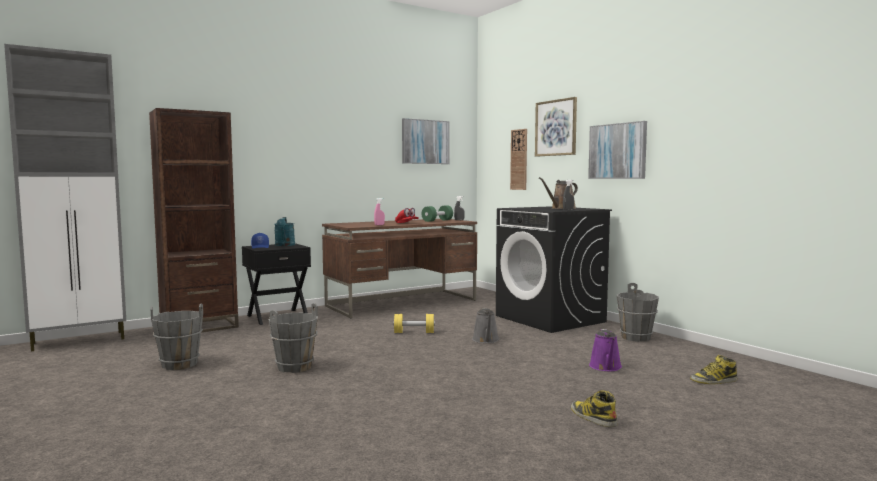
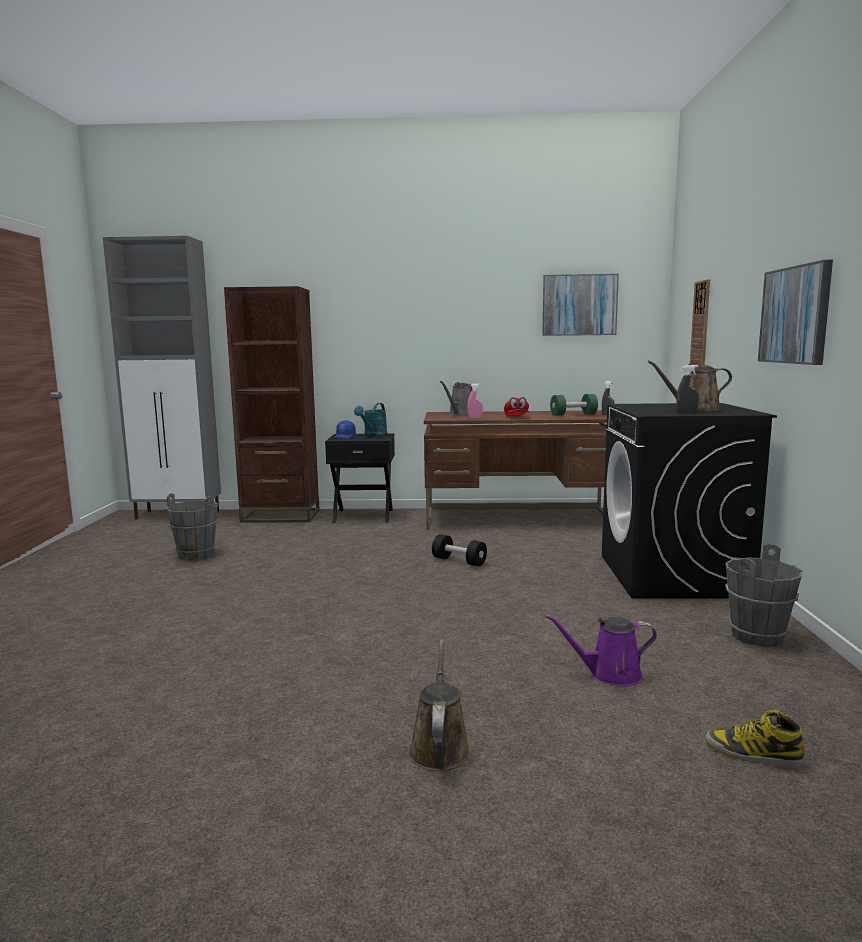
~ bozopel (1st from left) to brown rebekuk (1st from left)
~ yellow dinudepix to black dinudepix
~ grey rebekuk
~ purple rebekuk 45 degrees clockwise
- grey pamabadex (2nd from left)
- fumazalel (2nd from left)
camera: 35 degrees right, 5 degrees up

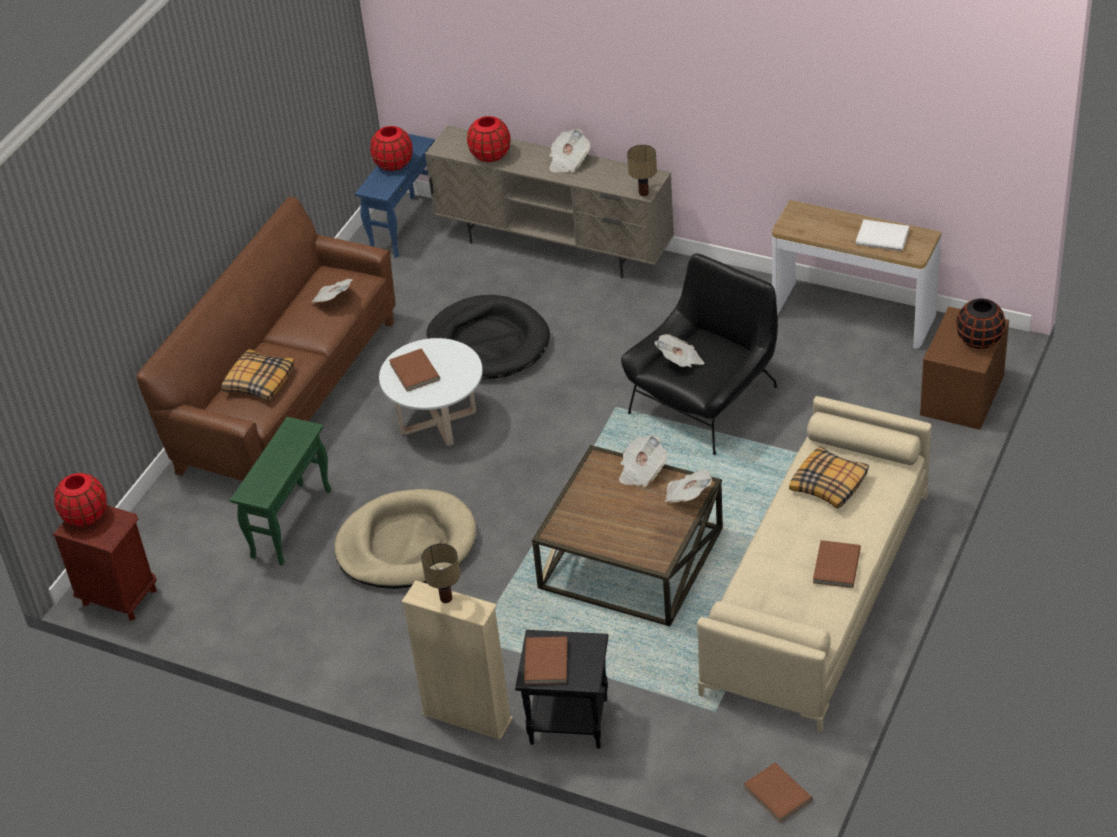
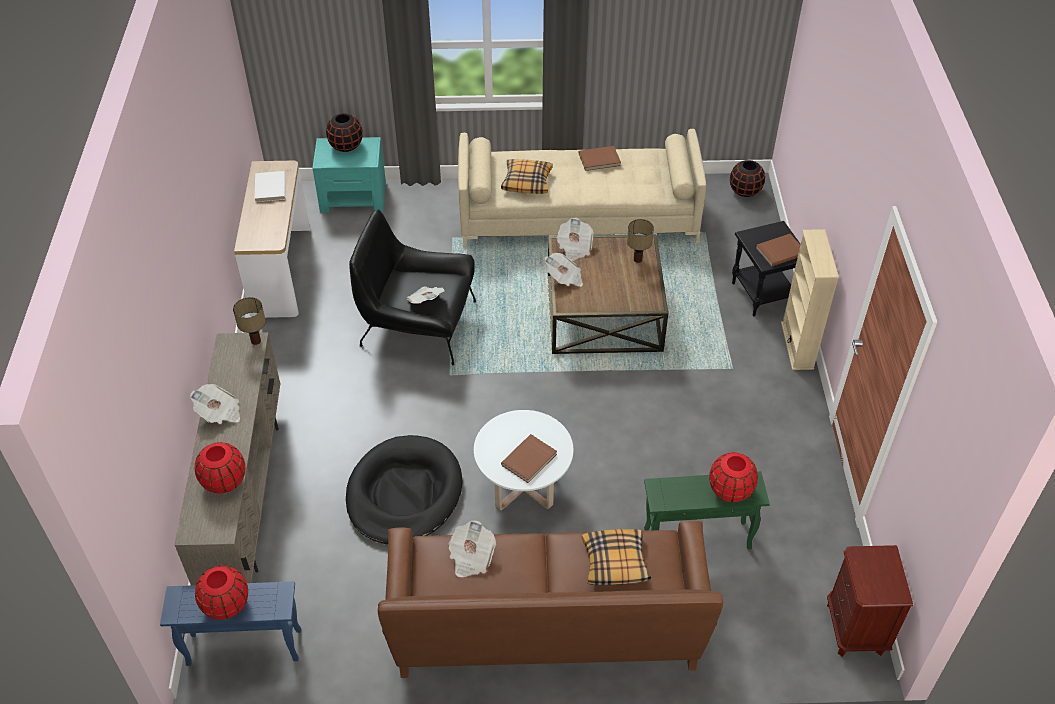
~ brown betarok (2nd from left) to turquoise betarok
~ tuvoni (1st from left in the first image) to tuvoni (2nd from left)
~ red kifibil (1st from left in the first image) to red kifibil (3rd from left)
~ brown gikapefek (3rd from left) to black kifibil (2nd from left)
- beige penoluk
camera: 120 degrees left, 5 degrees up

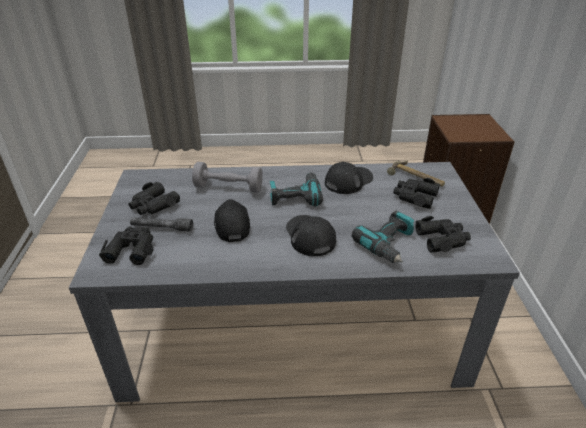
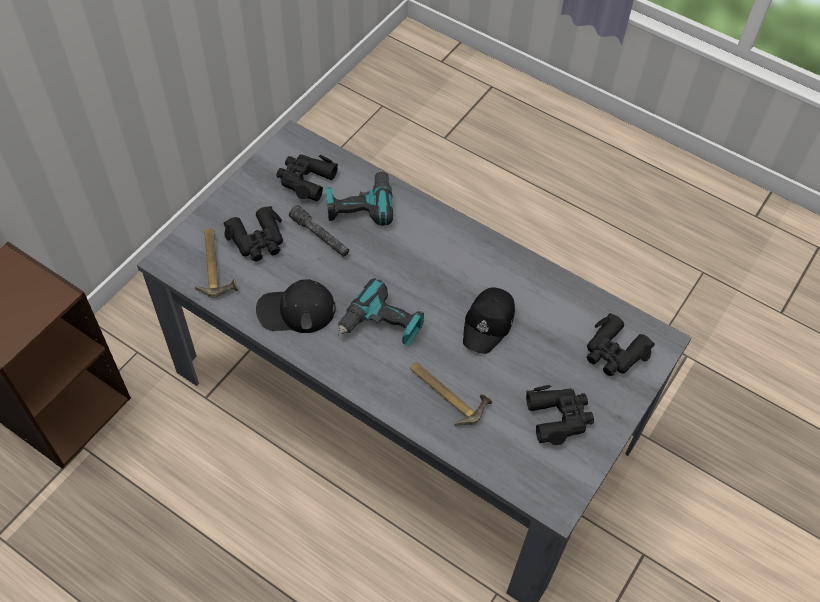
~ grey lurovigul
~ grey dinudepix to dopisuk (2nd from left)
- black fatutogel (2nd from left)
camera: 145 degrees left, 20 degrees up

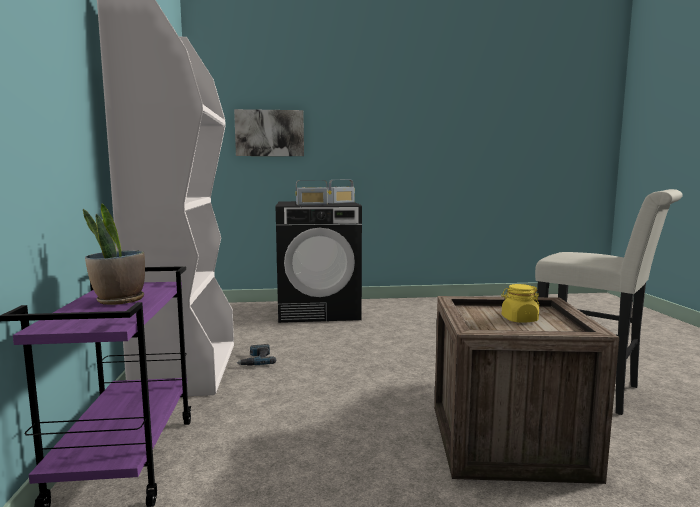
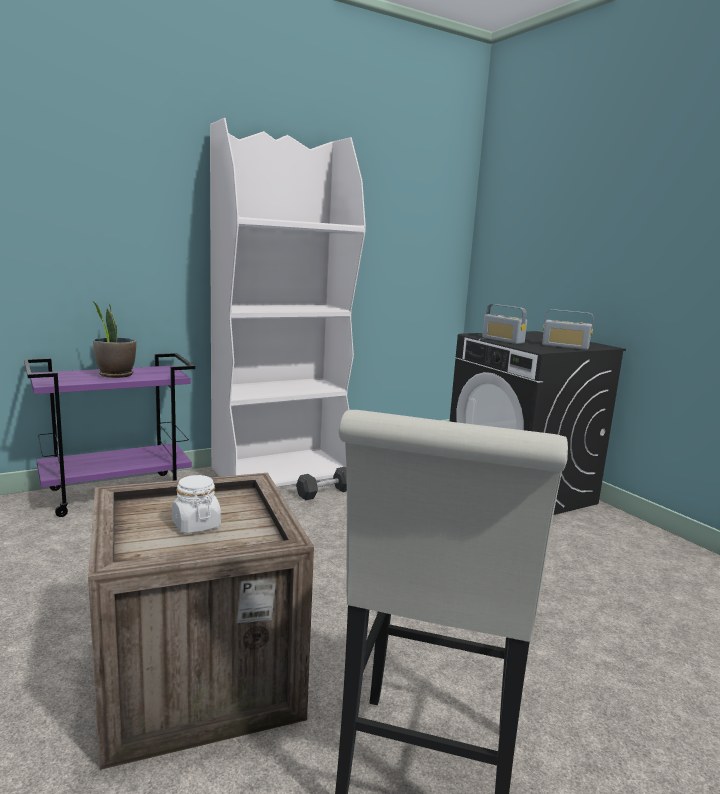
~ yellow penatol to white penatol
~ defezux to grey dinudepix
- fumazalel
camera: 65 degrees right, 5 degrees up

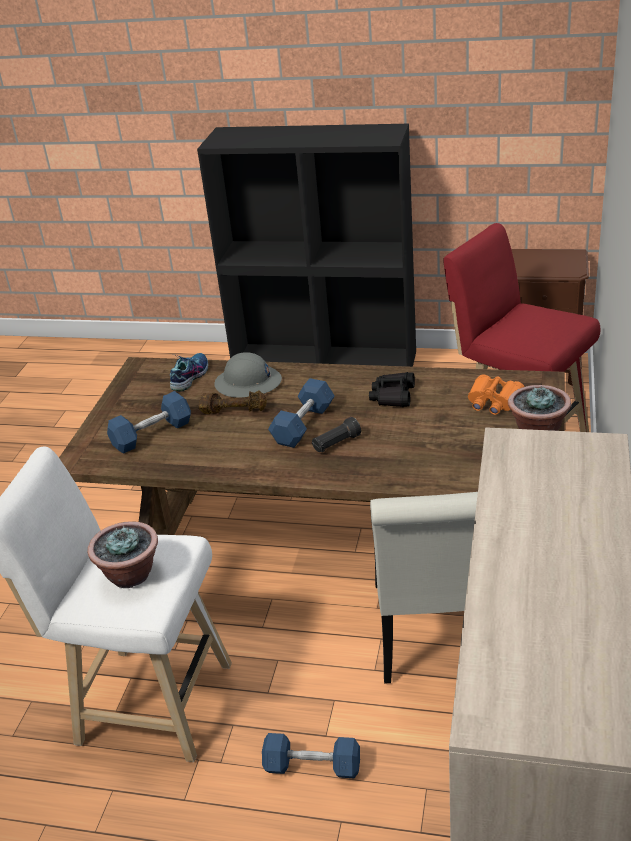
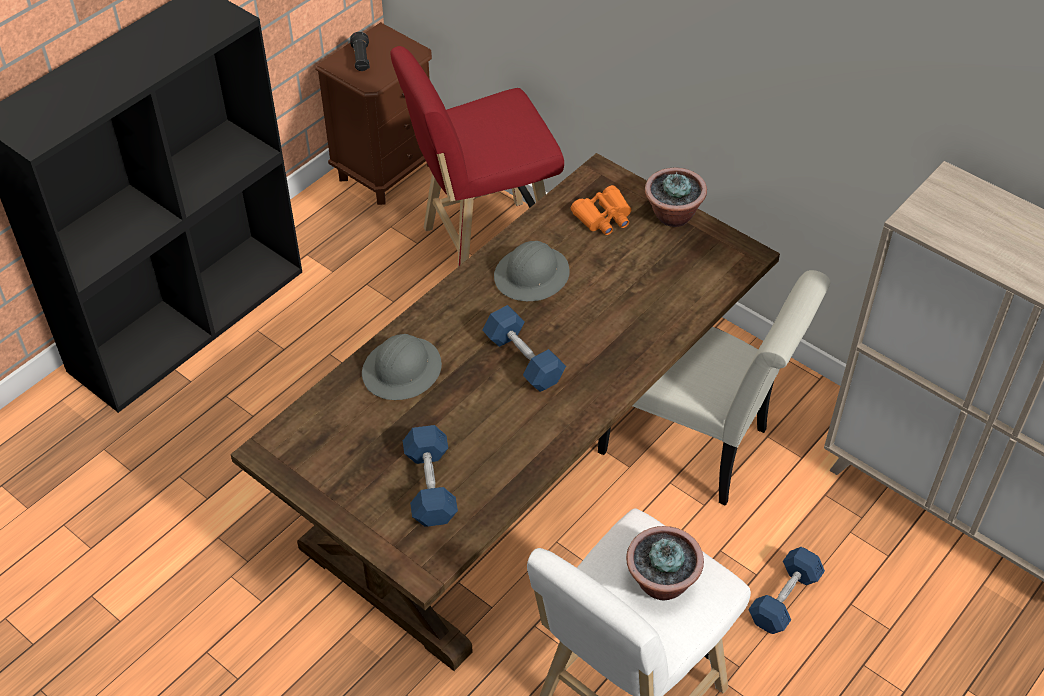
~ black lurovigul
~ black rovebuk to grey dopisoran (2nd from left)
- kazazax
- brown dinudepix
camera: 65 degrees left, 15 degrees up

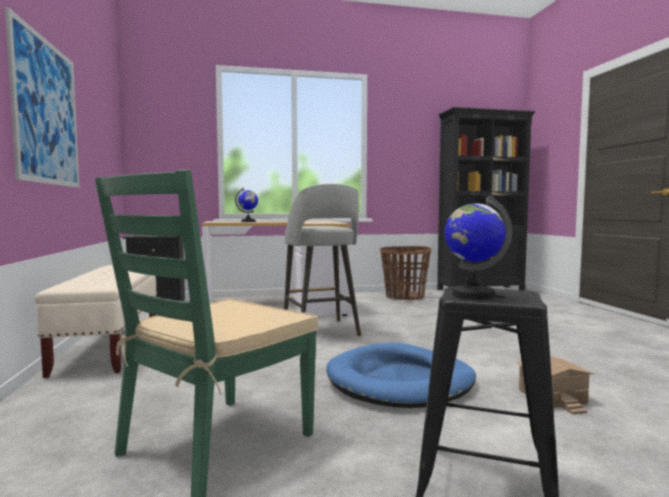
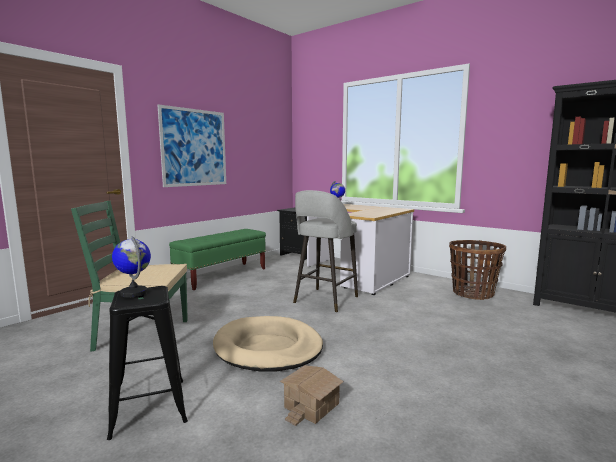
~ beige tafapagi to green tafapagi
~ blue penoluk to beige penoluk
camera: 50 degrees right, 5 degrees up

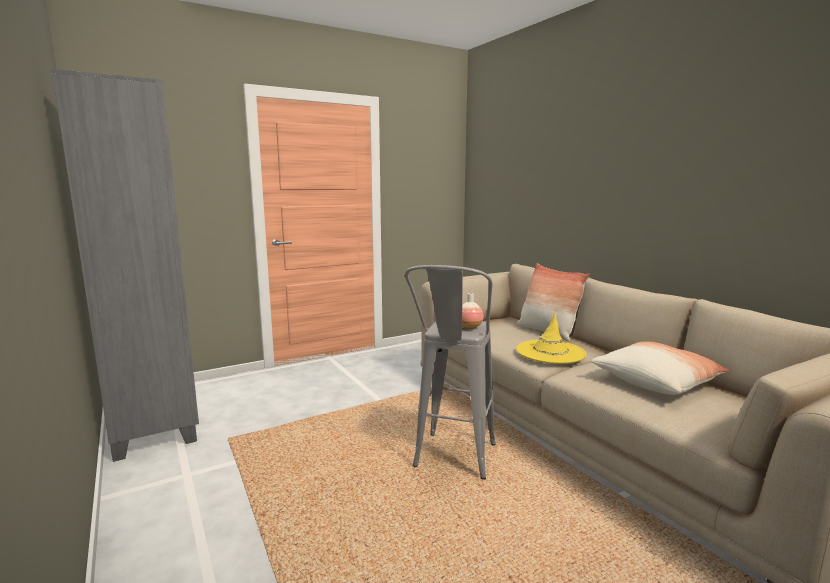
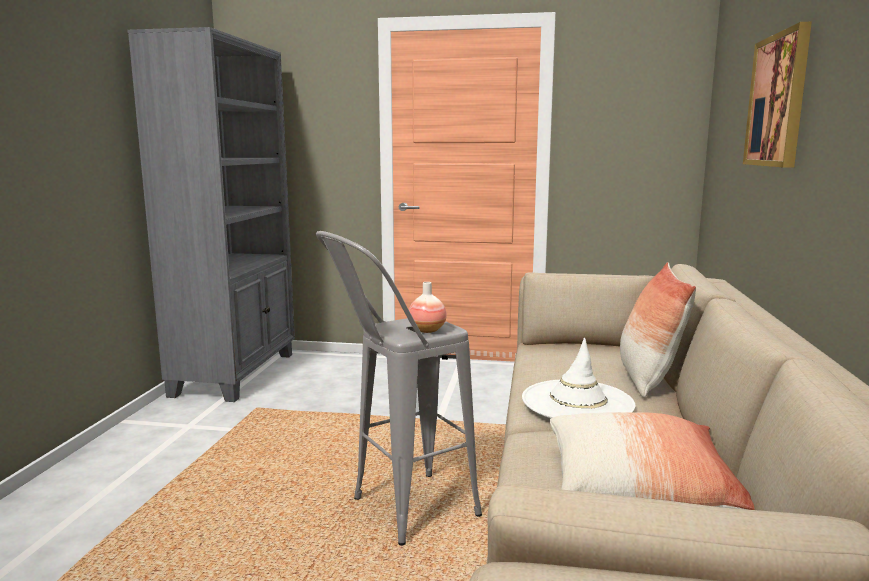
~ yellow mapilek to white mapilek
+ fumazalel
camera: 40 degrees right, 0 degrees up

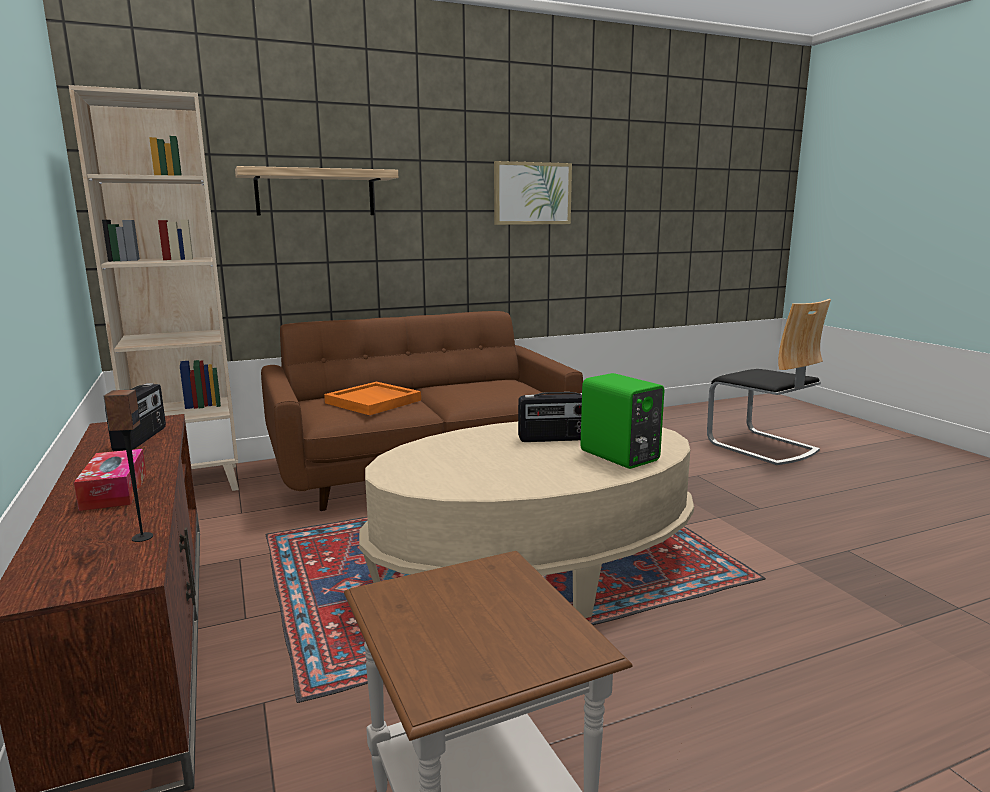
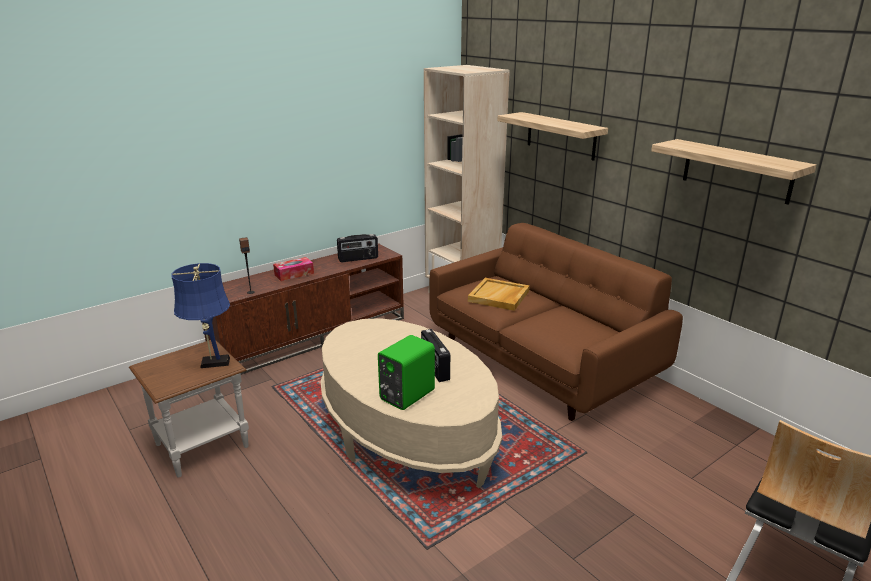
+ blue tuvoni
~ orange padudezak to beige padudezak
~ fumazalel to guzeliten (2nd from left)
camera: 75 degrees right, 10 degrees up

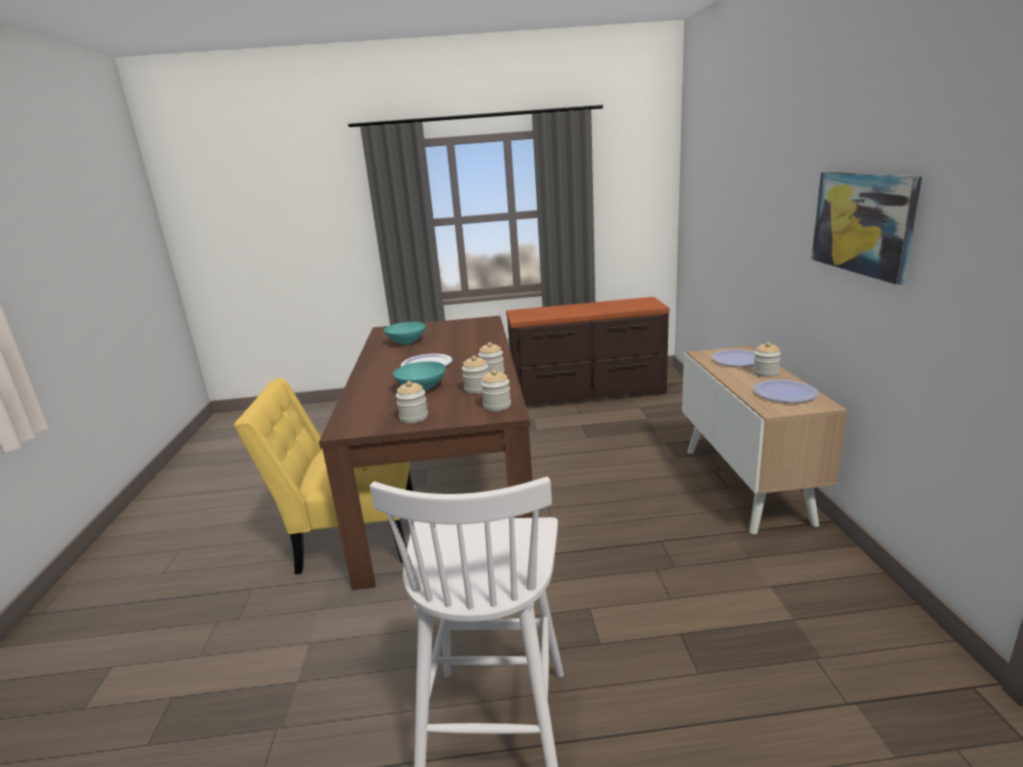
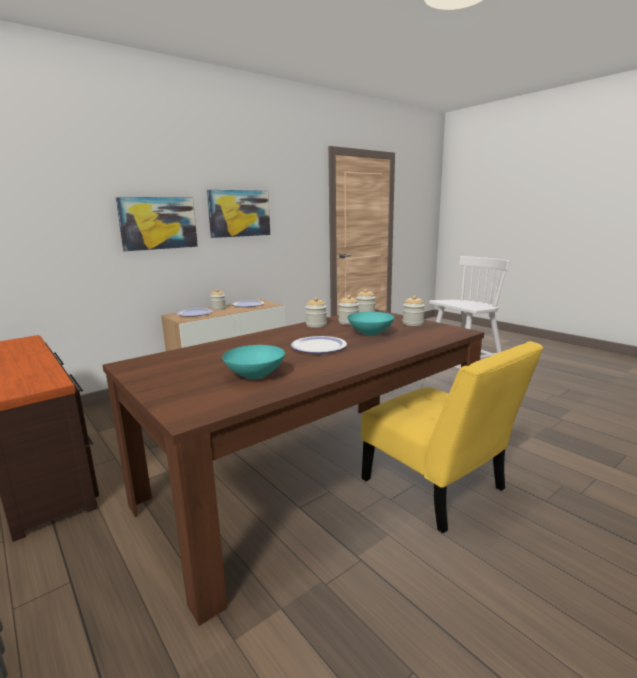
+ fumazalel (1st from left)
camera: 125 degrees left, 5 degrees down

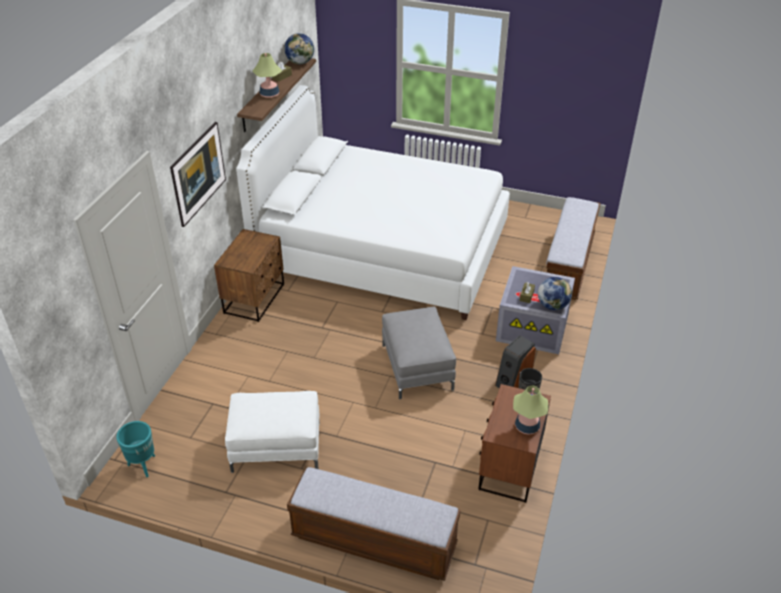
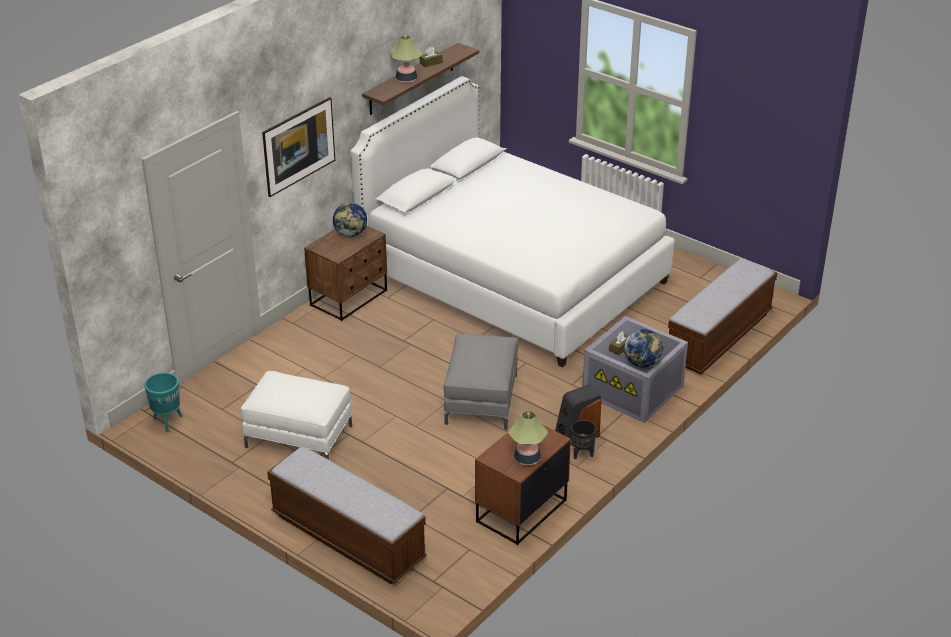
~ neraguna (1st from left)
camera: 20 degrees right, 5 degrees down

